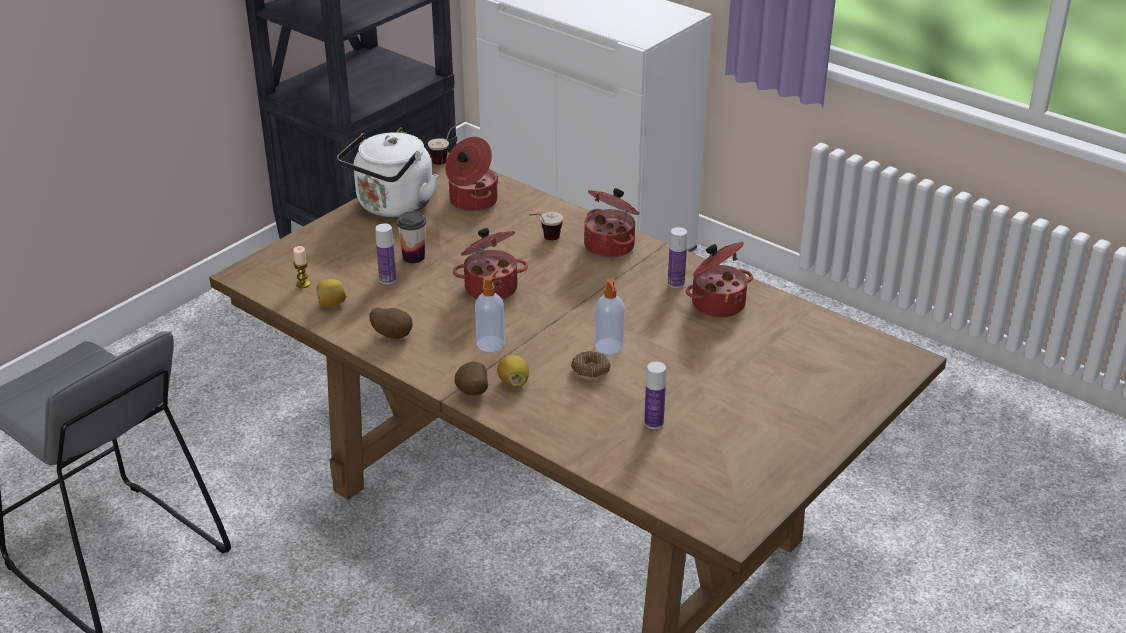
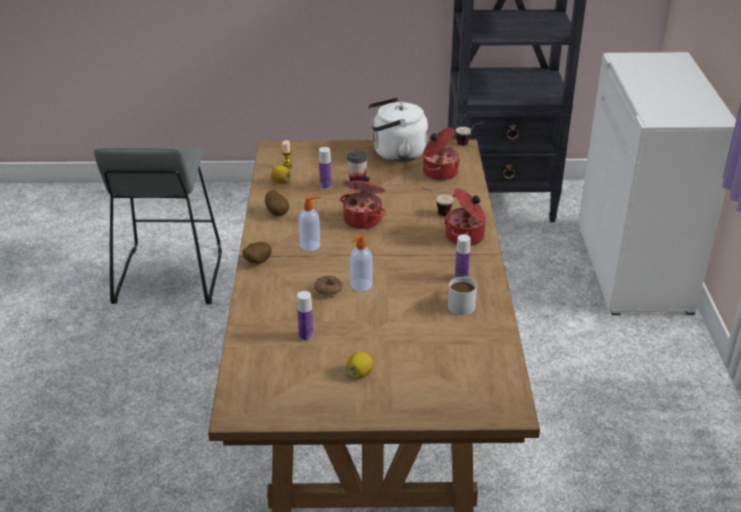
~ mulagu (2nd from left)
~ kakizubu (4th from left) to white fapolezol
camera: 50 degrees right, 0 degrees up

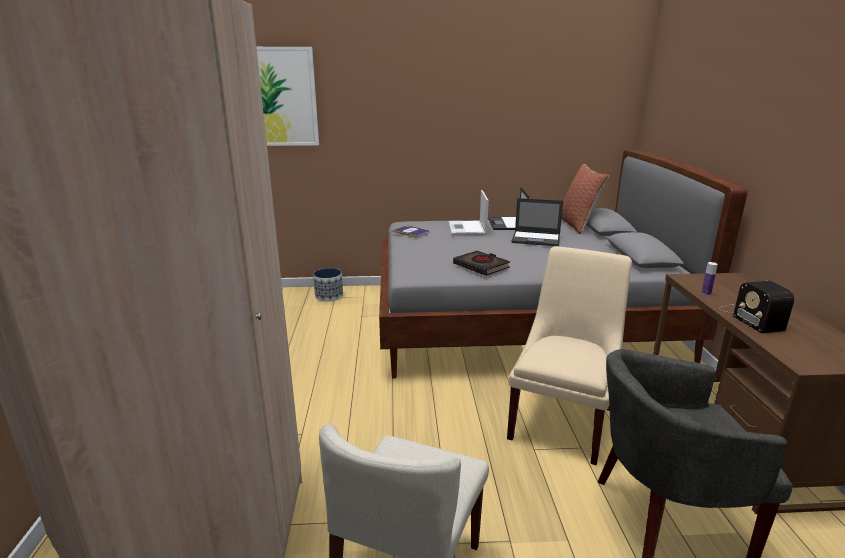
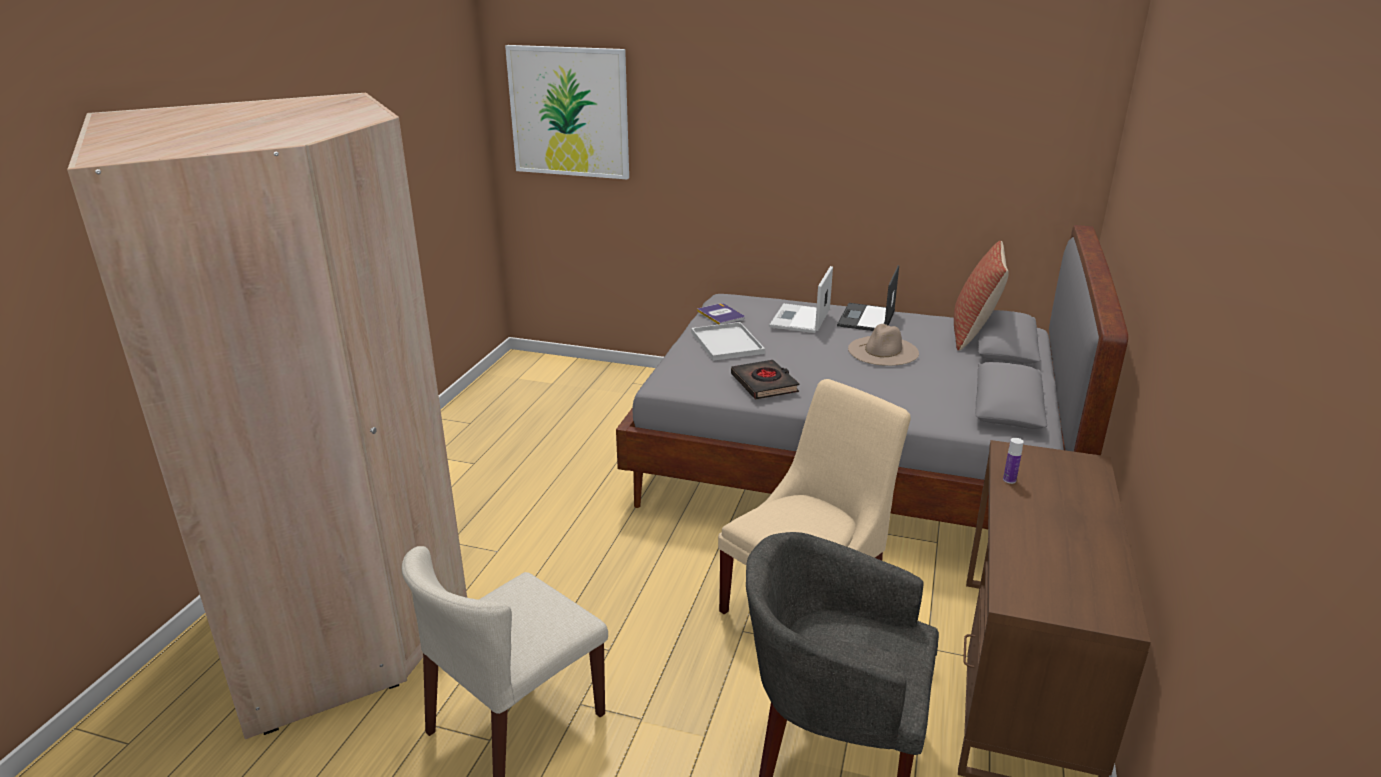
+ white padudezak
~ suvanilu (3rd from left) to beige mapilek
- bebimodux
- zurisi
camera: 20 degrees right, 5 degrees up

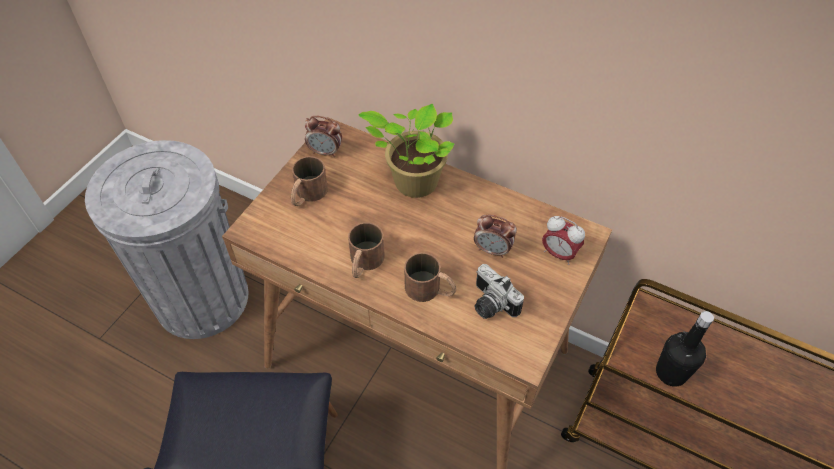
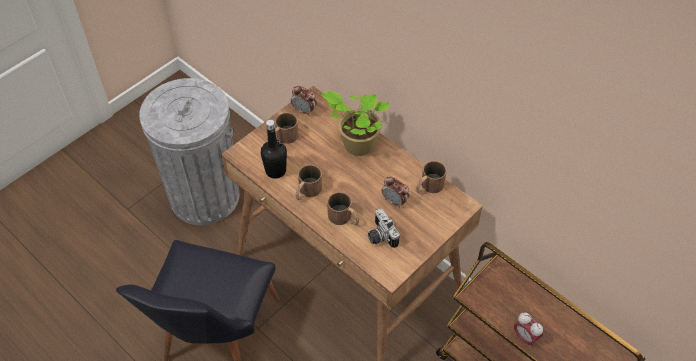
~ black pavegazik
+ brown fapolezol (4th from left)
~ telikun (3rd from left)
camera: 15 degrees right, 0 degrees up

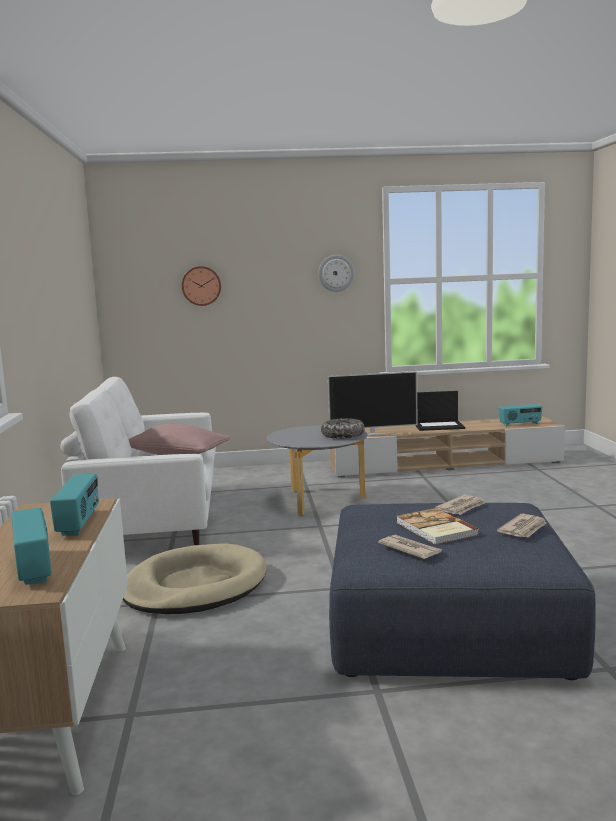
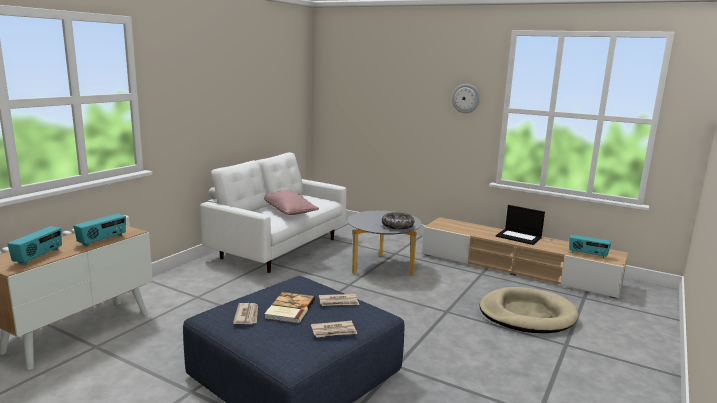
~ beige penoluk
- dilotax (1st from left)
- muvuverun
camera: 35 degrees right, 5 degrees up

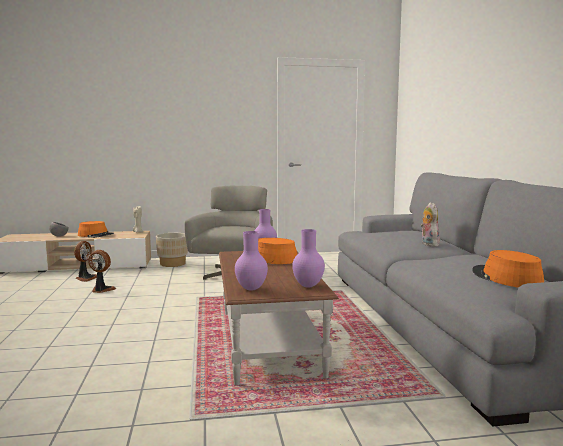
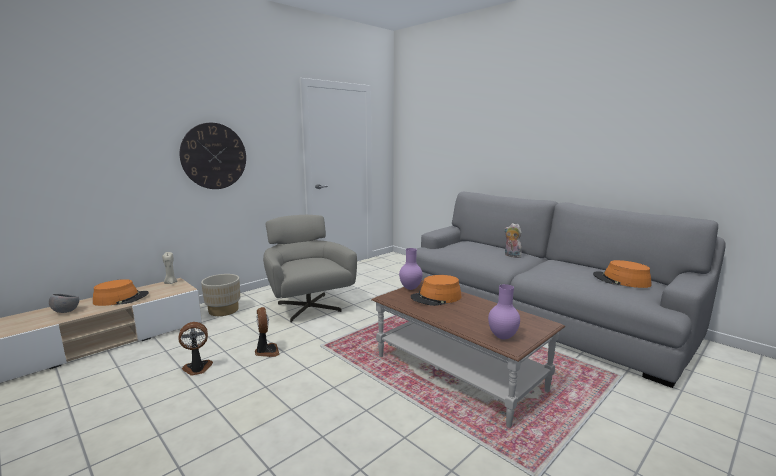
+ dilotax
~ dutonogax (1st from left in the first image) to dutonogax (2nd from left)
- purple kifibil (3rd from left)
camera: 35 degrees left, 5 degrees up

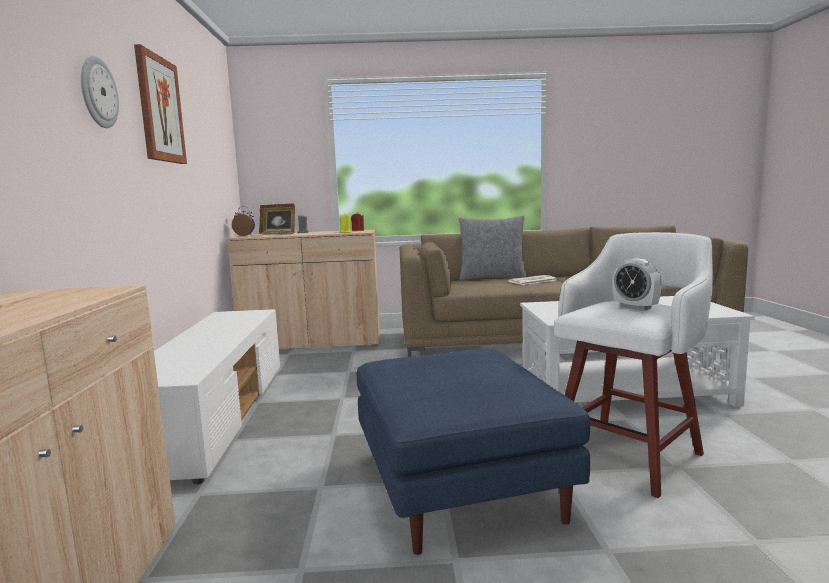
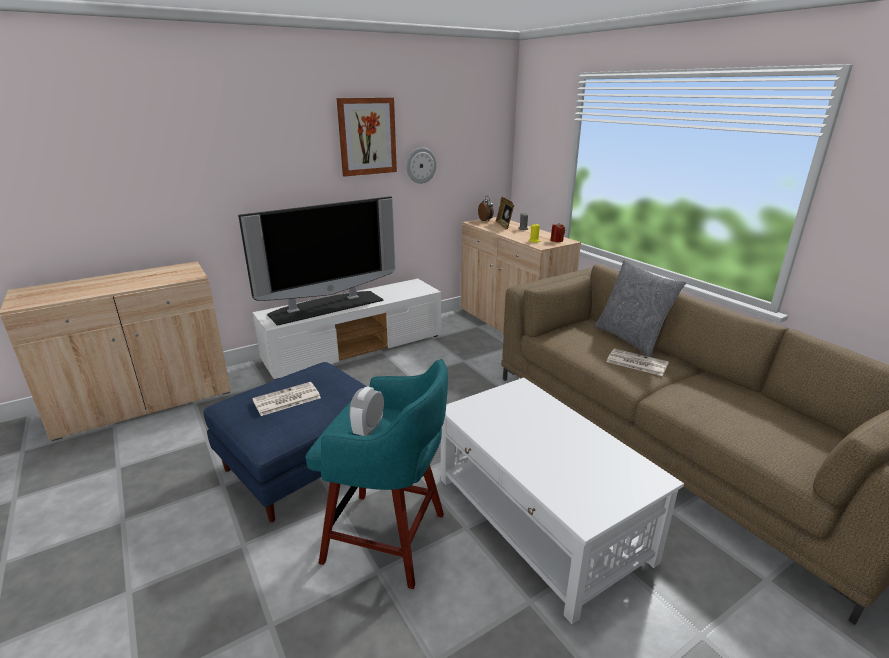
+ muvuverun
+ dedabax (1st from left)
~ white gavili to turquoise gavili
~ dilotax
camera: 60 degrees right, 15 degrees up

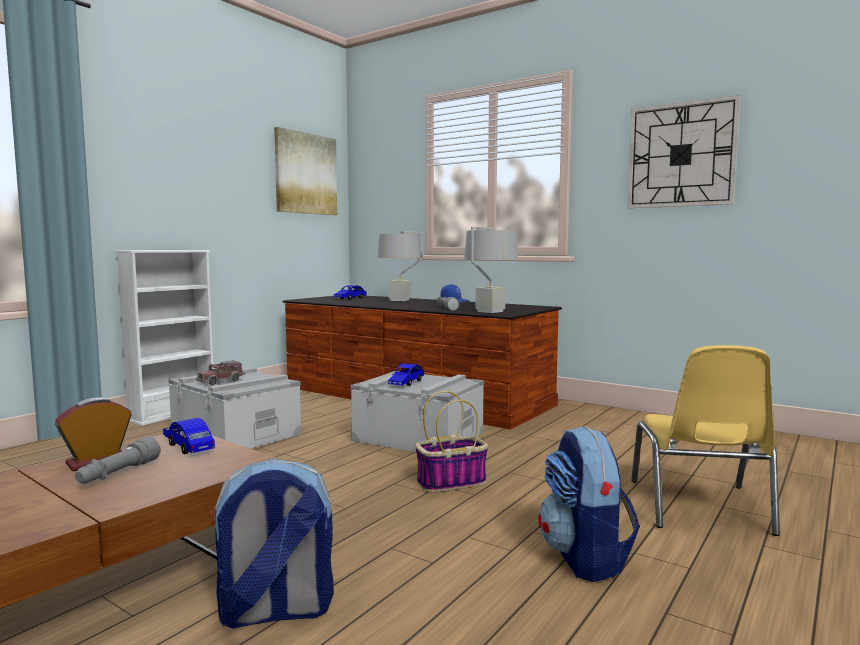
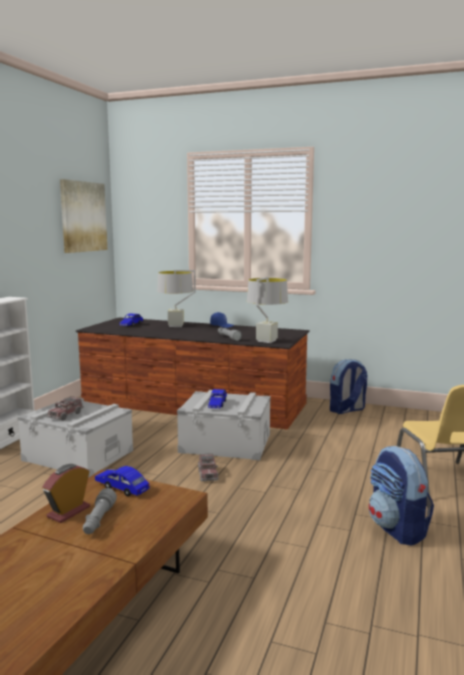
+ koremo (2nd from left)
~ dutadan (1st from left)
- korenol
- dilotax
camera: 15 degrees left, 5 degrees up

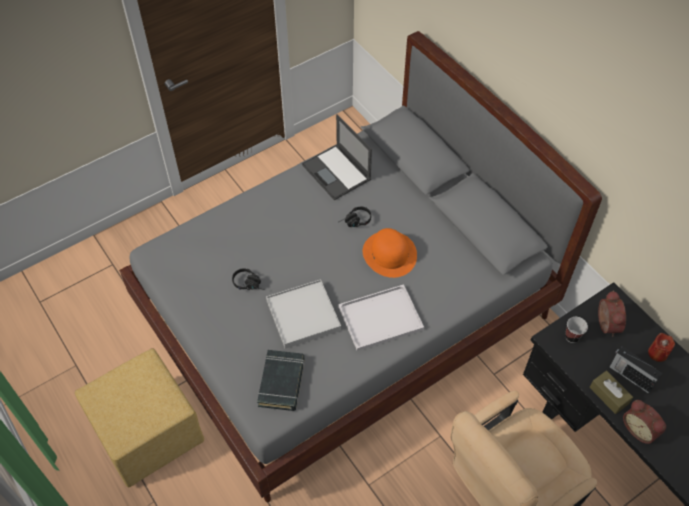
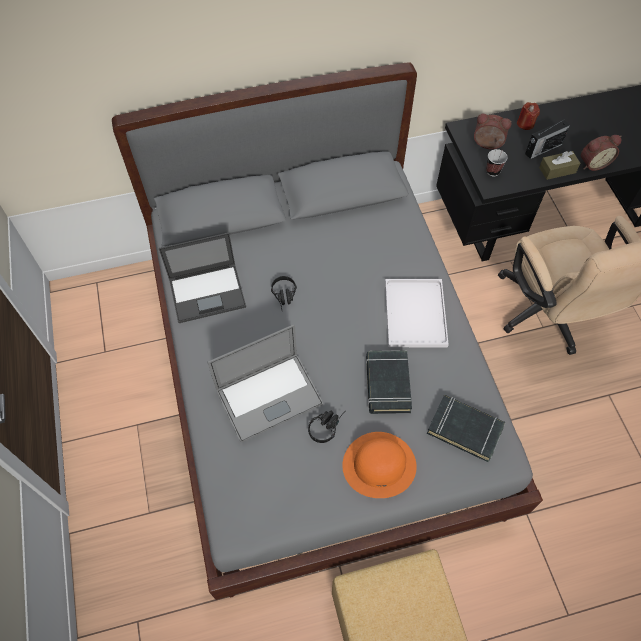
+ suvanilu (2nd from left)
~ orange mapilek
~ white padudezak (1st from left) to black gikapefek (1st from left)
camera: 70 degrees left, 5 degrees up

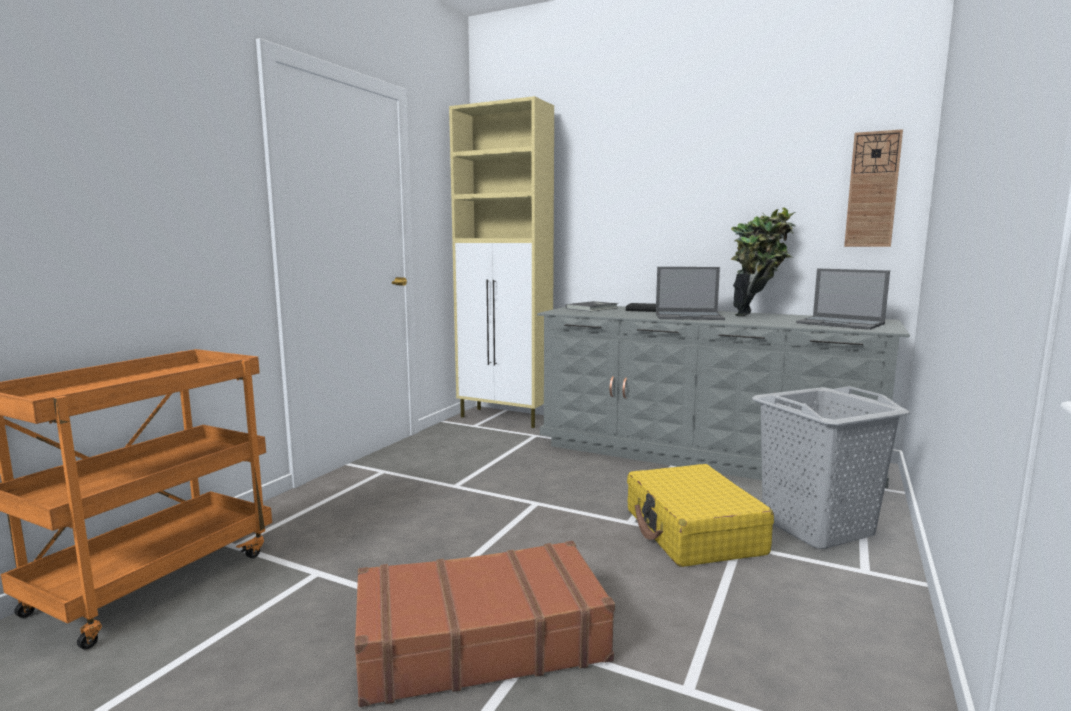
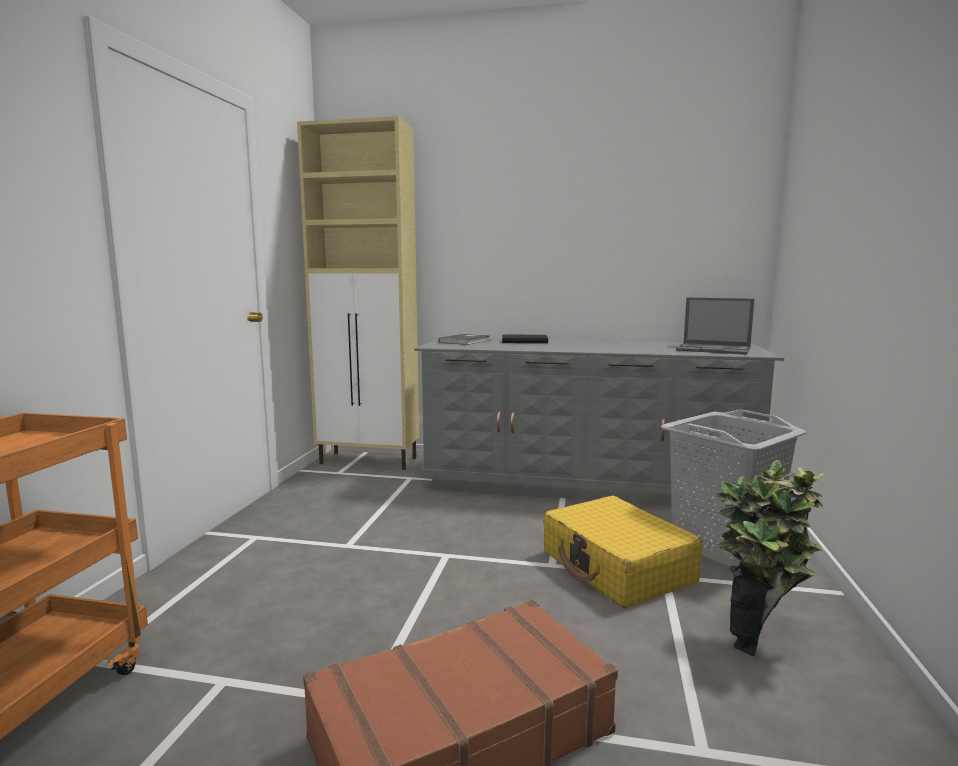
~ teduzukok
- suvanilu (1st from left)
- dilotax
camera: 15 degrees left, 0 degrees up

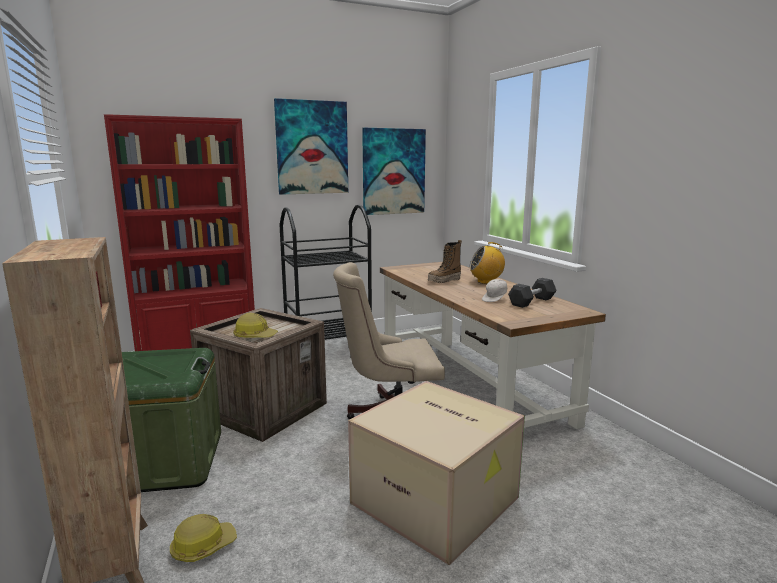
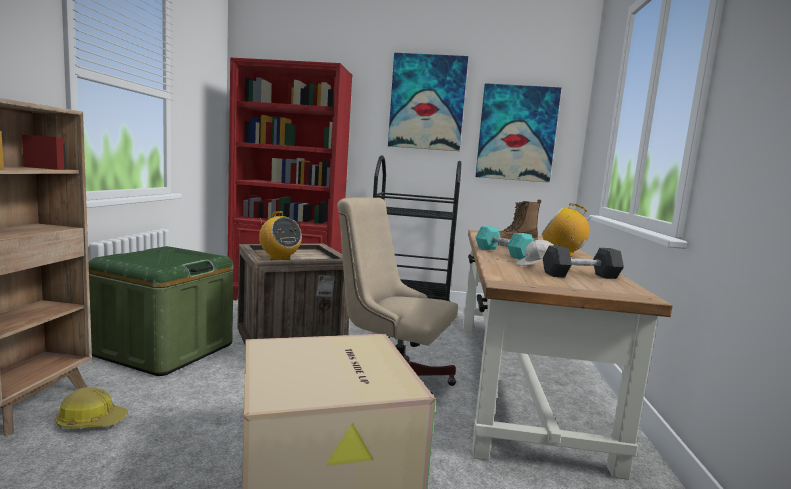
~ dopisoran (2nd from left) to zurisi (1st from left)
+ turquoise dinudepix
camera: 30 degrees right, 5 degrees down

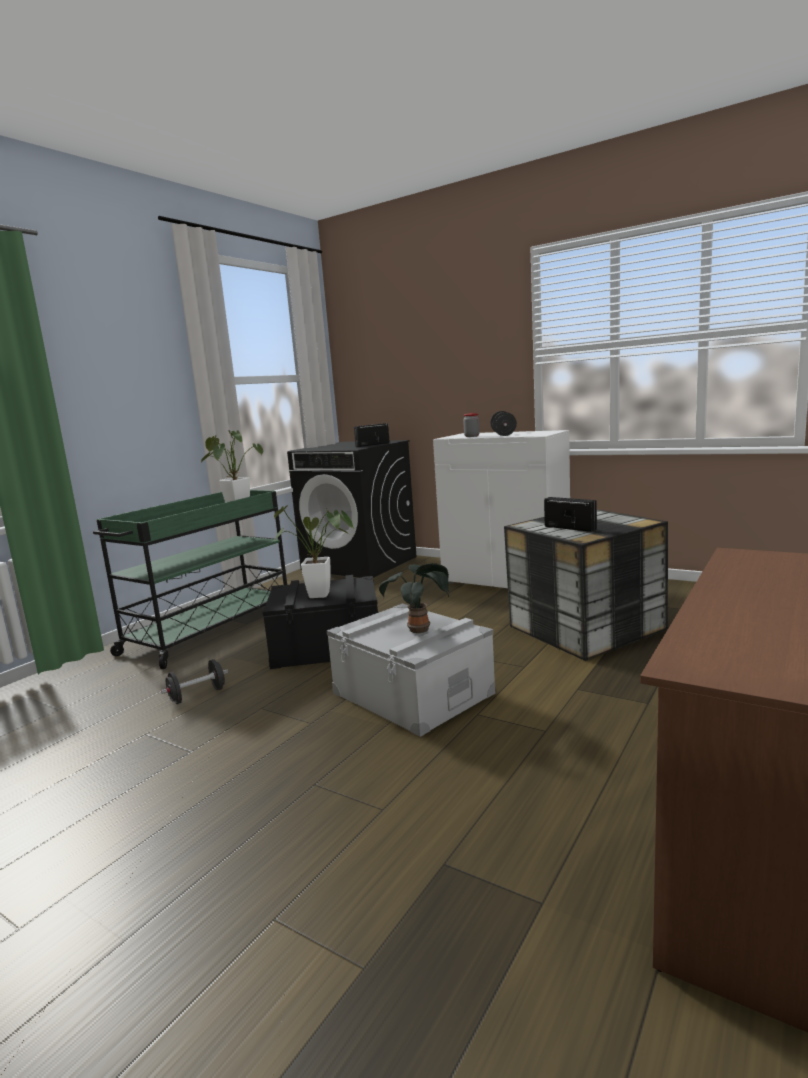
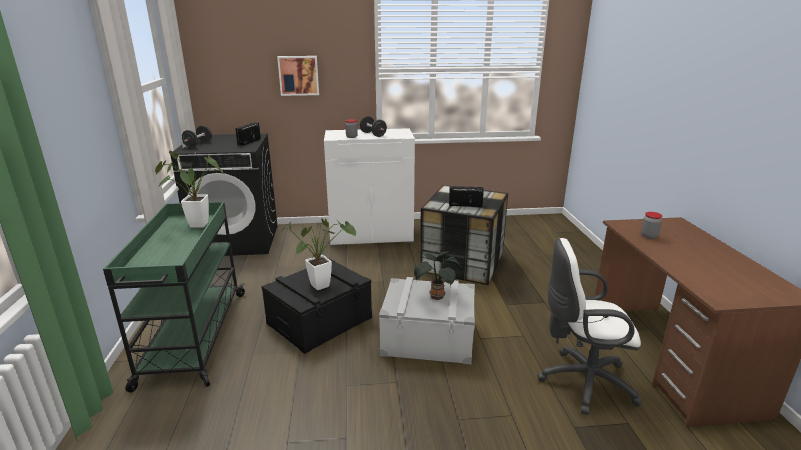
~ black dinudepix (1st from left)
+ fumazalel
+ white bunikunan
+ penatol (2nd from left)
camera: 40 degrees left, 10 degrees up

